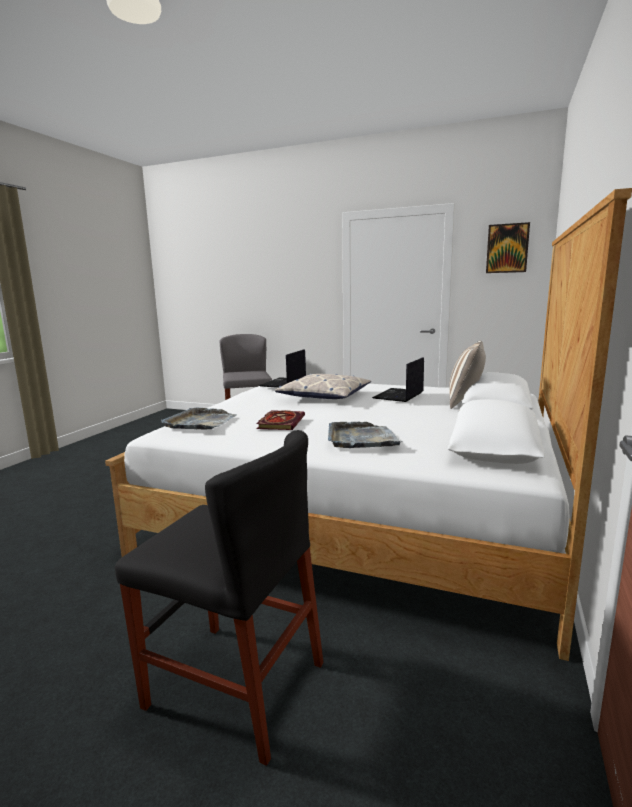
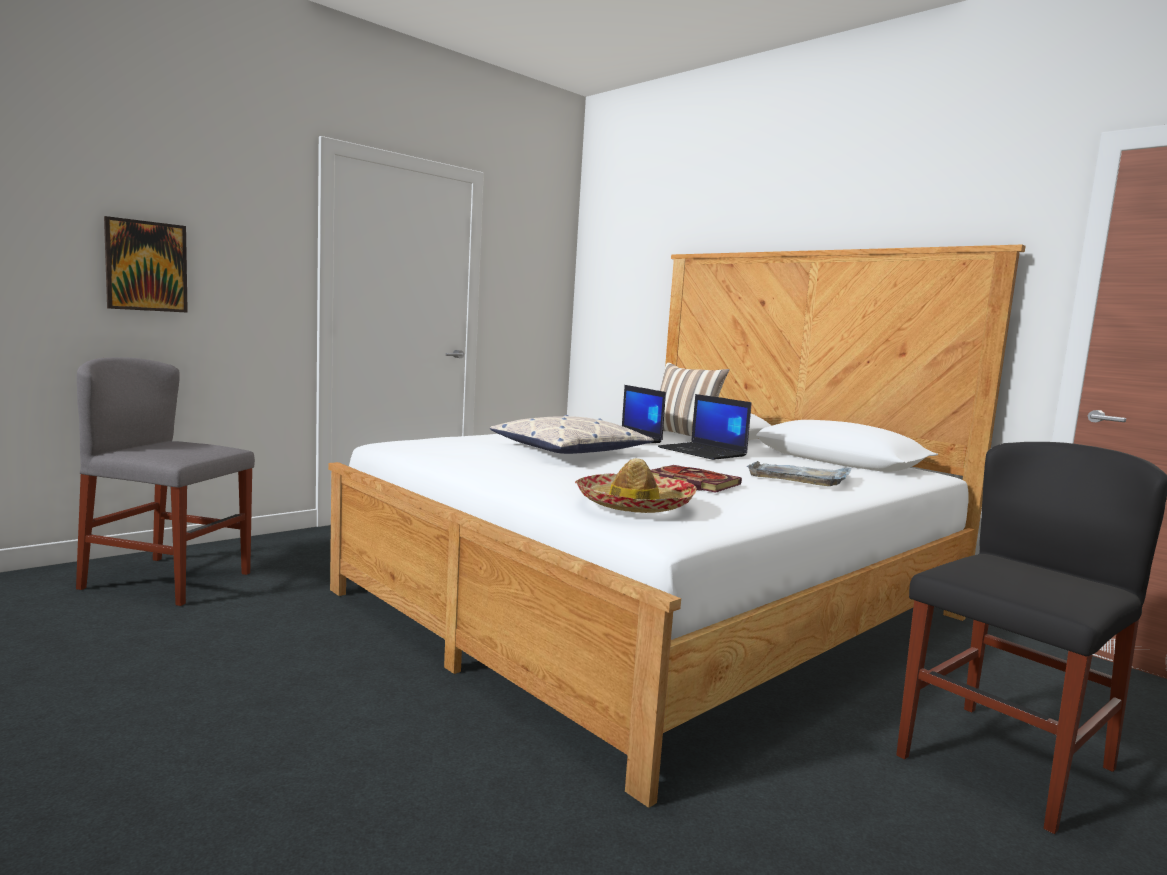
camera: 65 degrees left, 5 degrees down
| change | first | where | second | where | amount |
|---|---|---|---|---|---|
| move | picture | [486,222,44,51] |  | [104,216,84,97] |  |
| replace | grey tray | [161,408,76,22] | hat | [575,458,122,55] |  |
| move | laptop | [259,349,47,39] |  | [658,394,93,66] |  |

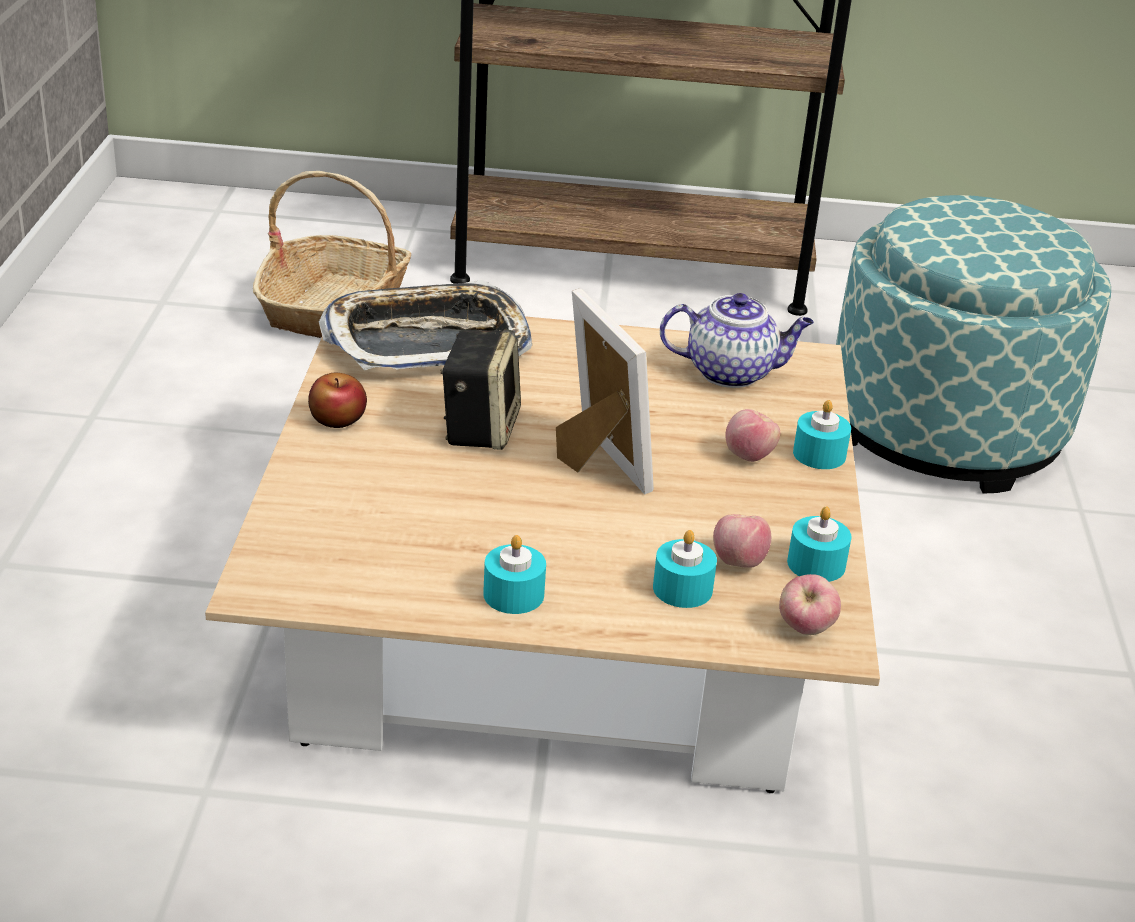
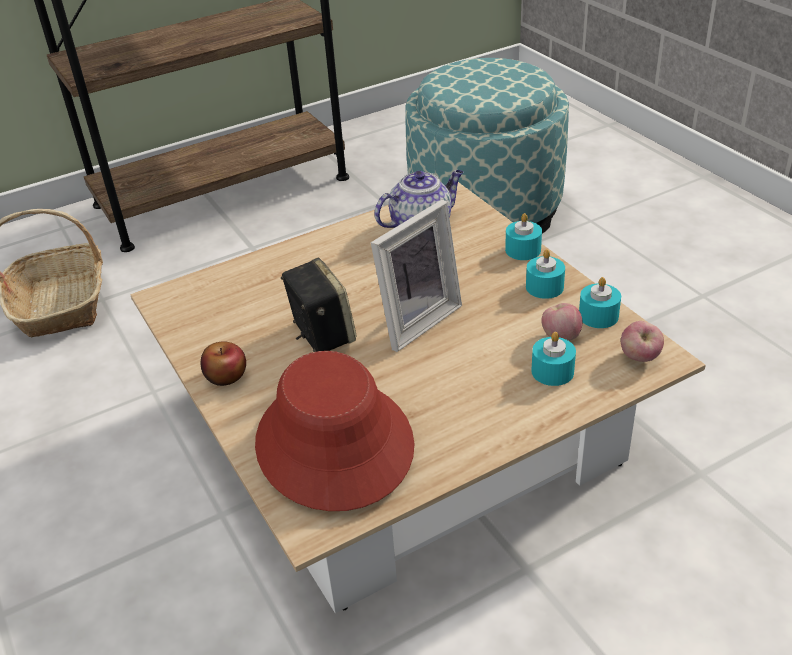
camera: 30 degrees left, 5 degrees up
| change | first | where | second | where | amount |
|---|---|---|---|---|---|
| insert |  |  | red hat | [255,351,159,160] |  |
| rotate | picture frame | [556,289,98,206] |  | [371,200,91,152] | 105 degrees clockwise |
| move | turquoise candle | [483,535,63,79] |  | [526,249,39,50] |  |
| delete | tray | [319,280,213,91] |  |  |  |
| delete | apple | [725,409,55,53] |  |  |  |

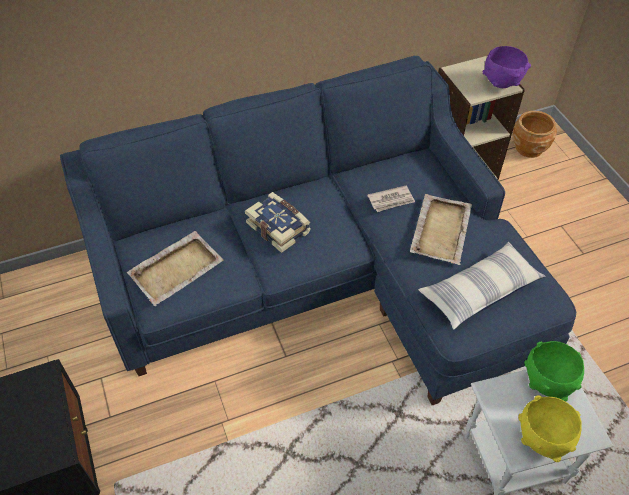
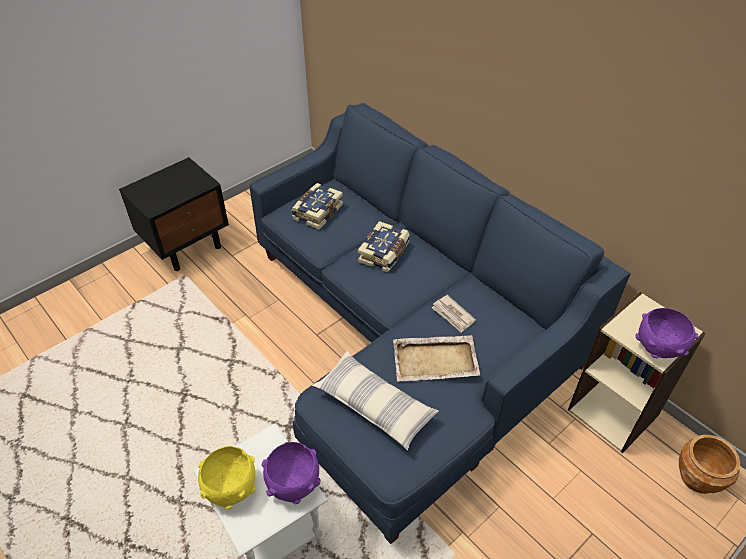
camera: 70 degrees right, 5 degrees down
| change | first | where | second | where | amount |
|---|---|---|---|---|---|
| recolor | green bowl | [524,341,60,61] | purple bowl | [261,442,60,62] |  |
| replace | beige tray | [127,231,96,75] | book | [291,183,52,47] |  |

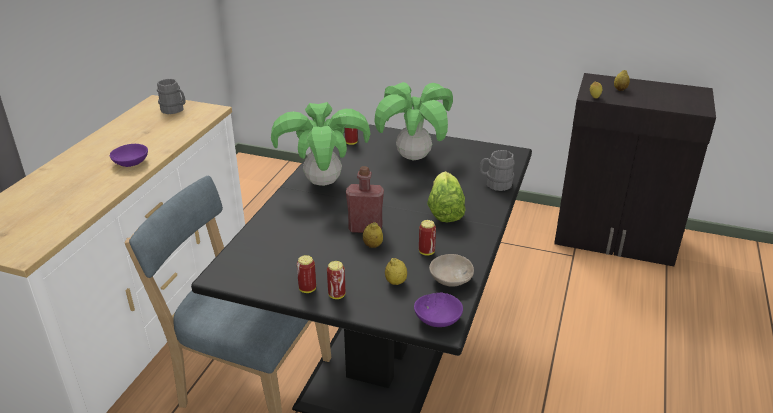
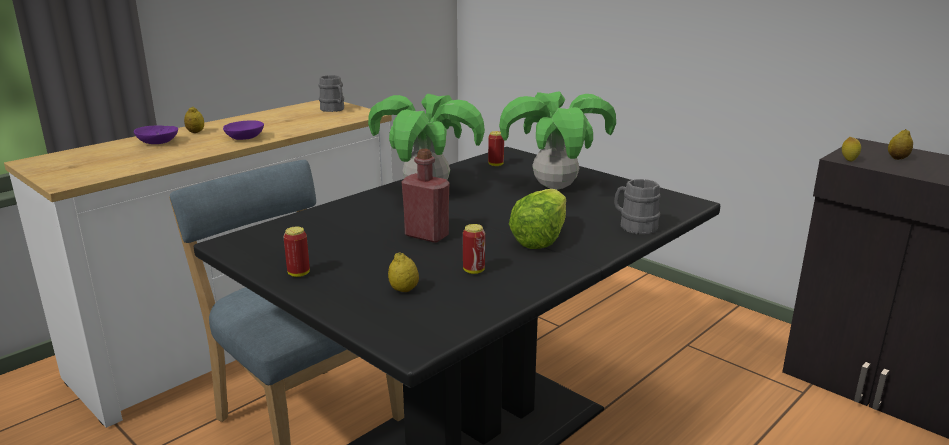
camera: 25 degrees right, 10 degrees down
| change | first | where | second | where | amount |
|---|---|---|---|---|---|
| move | purple bowl | [414,292,49,35] |  | [134,126,44,18] |  |
| move | lemon | [363,222,20,26] |  | [184,107,20,26] |  |
| delete | can | [327,261,18,38] |  |  |  |
| delete | beige bowl | [429,254,45,33] |  |  |  |

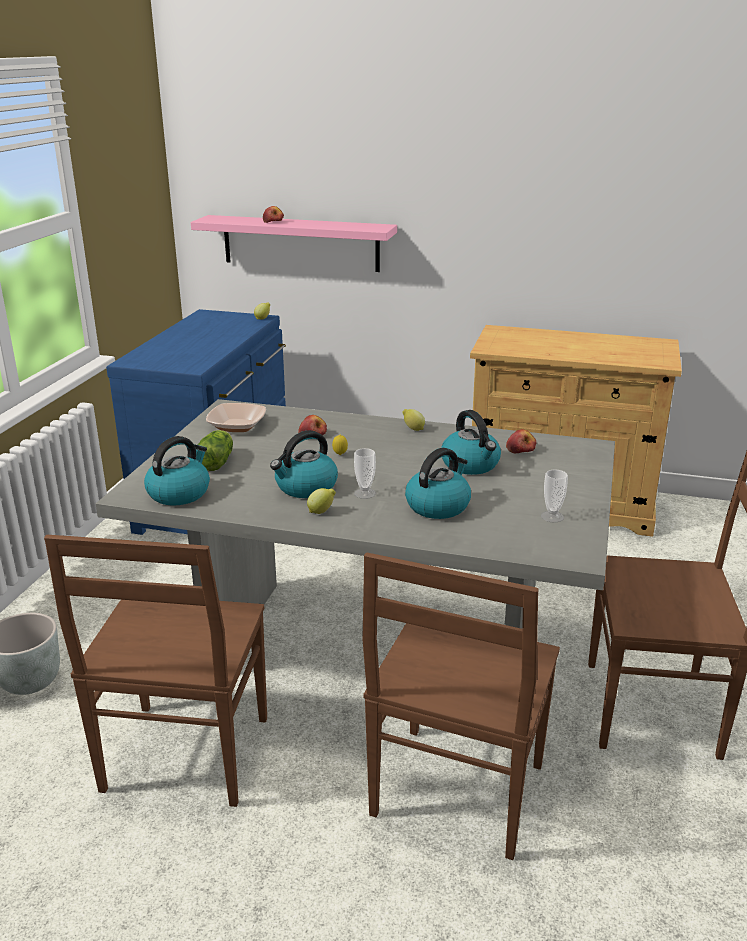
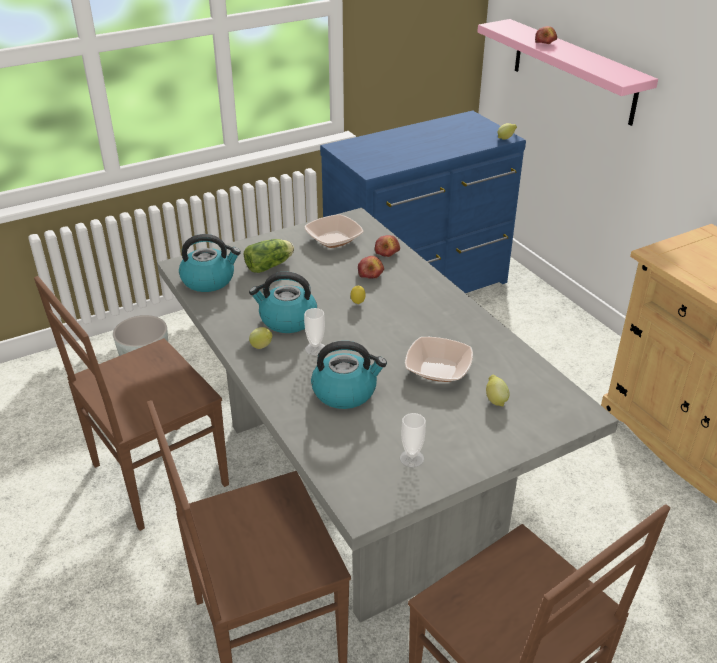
camera: 45 degrees right, 10 degrees up
| change | first | where | second | where | amount |
|---|---|---|---|---|---|
| move | apple | [506,429,30,24] |  | [375,235,25,22] |  |
| replace | kettle | [441,410,60,65] | bowl | [405,337,68,45] |  |
| move | lemon | [402,409,23,22] |  | [486,374,24,32] |  |

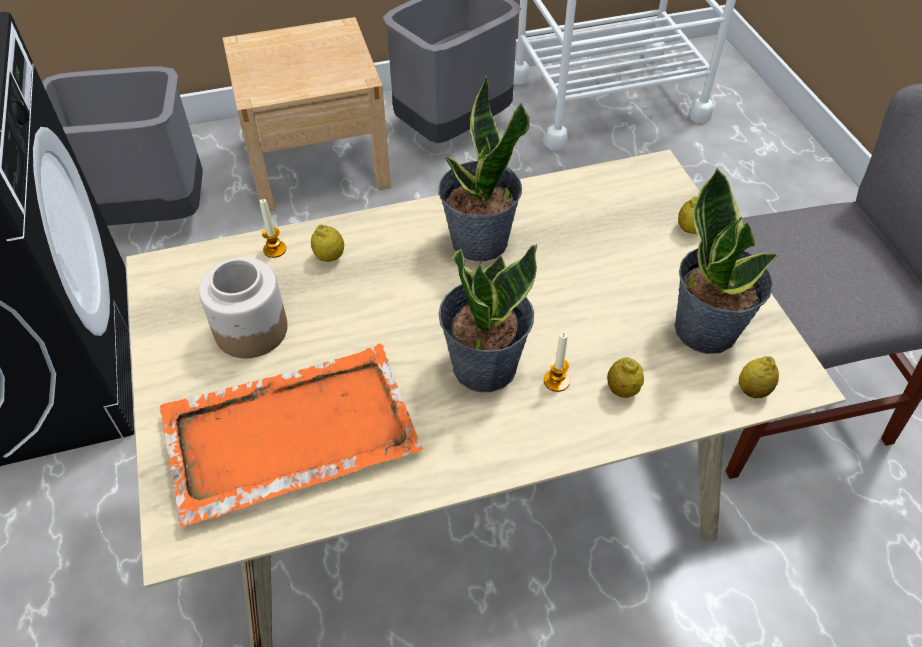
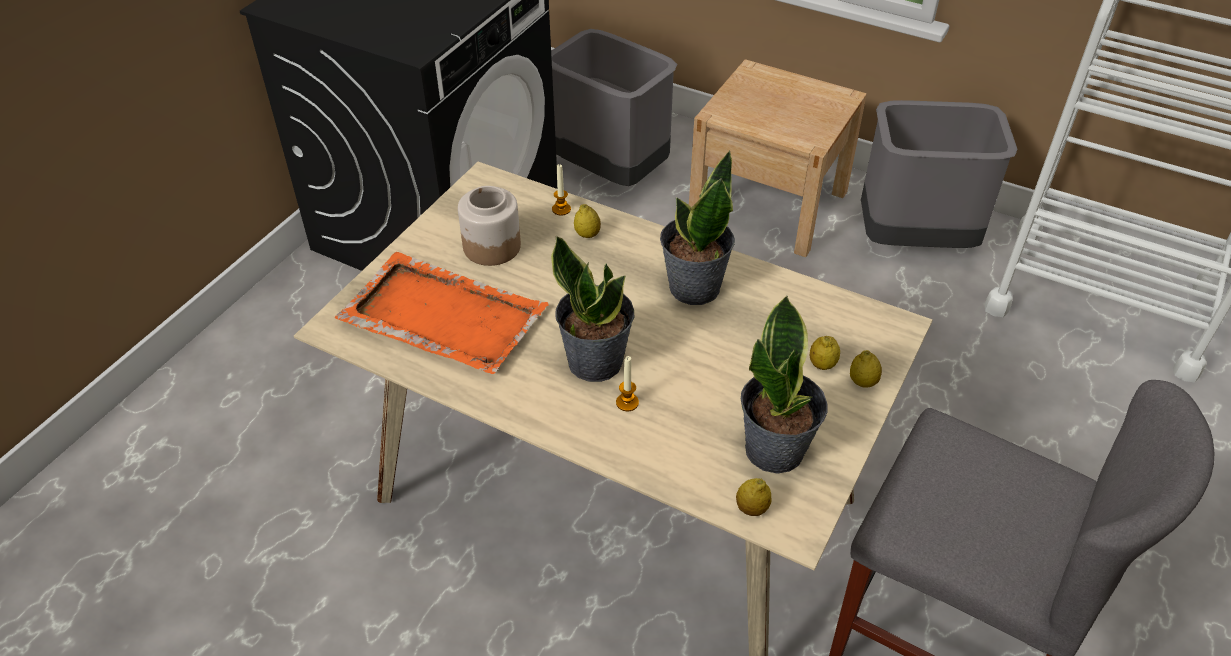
camera: 45 degrees right, 5 degrees down
| change | first | where | second | where | amount |
|---|---|---|---|---|---|
| move | lemon | [607,357,37,41] |  | [809,336,31,34] |  |

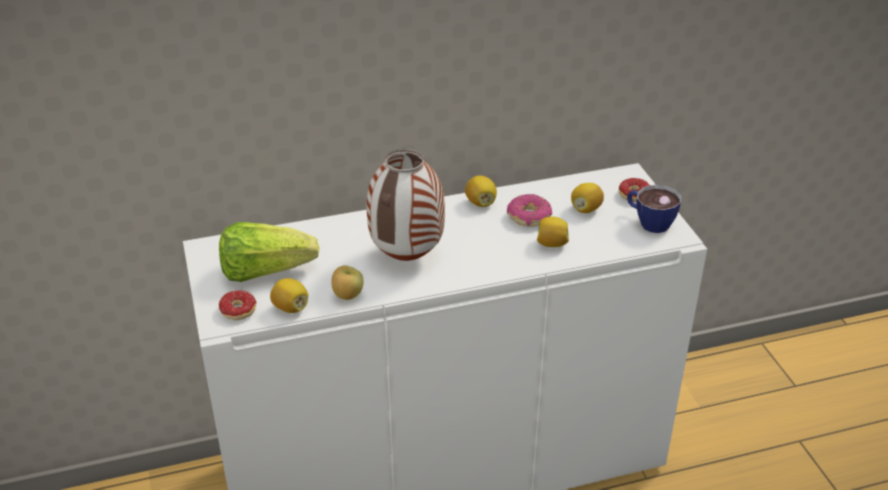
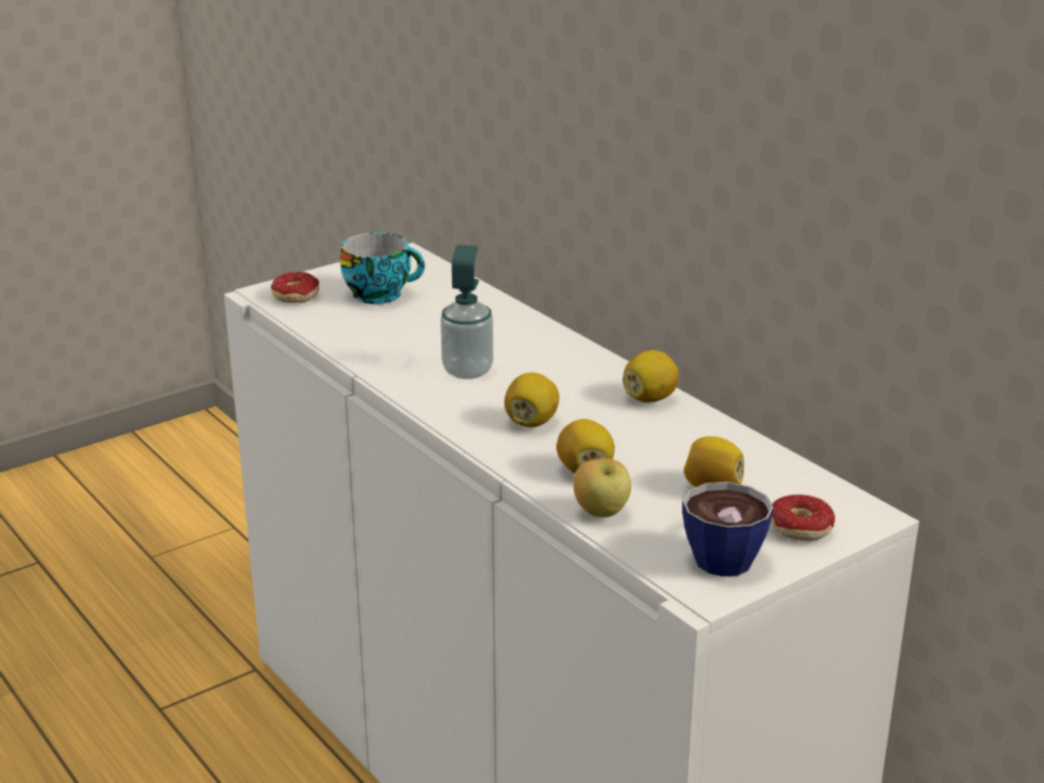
camera: 70 degrees right, 10 degrees down
| change | first | where | second | where | amount |
|---|---|---|---|---|---|
| replace | lettuce | [219,222,100,60] | cup | [340,232,85,72] |  |
| replace | vase | [367,149,78,112] | soap dispenser | [441,245,52,134] |  |
| move | lemon | [270,278,38,35] |  | [505,373,54,54] |  |
| move | apple | [331,266,33,34] |  | [573,458,58,59] |  |
| delete | donut | [507,194,45,33] |  |  |  |

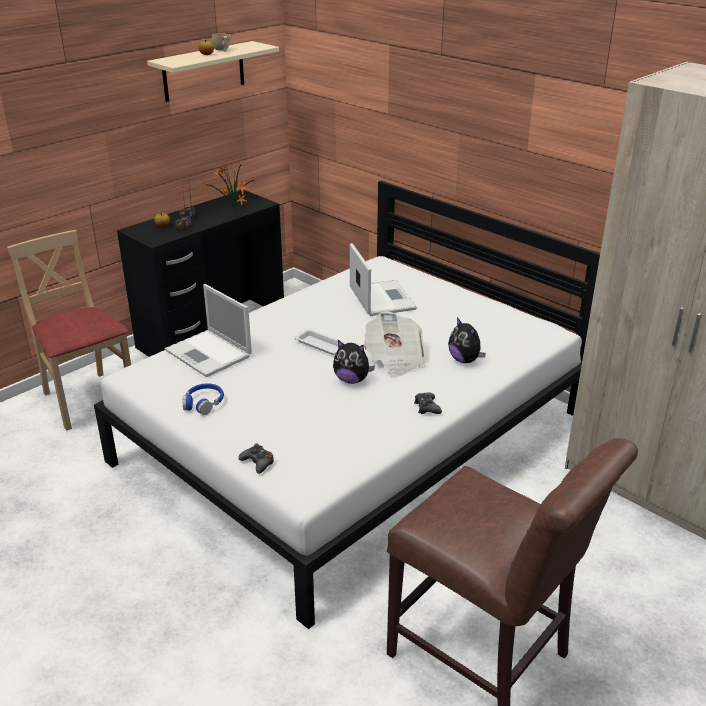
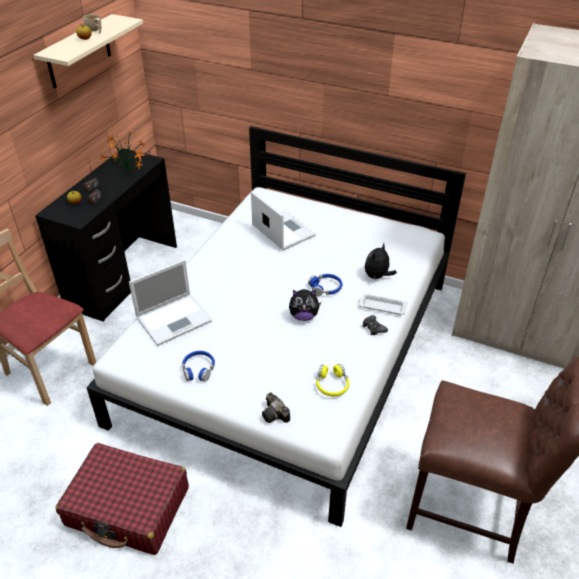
camera: 20 degrees left, 10 degrees up
| change | first | where | second | where | amount |
|---|---|---|---|---|---|
| insert |  |  | red suitcase | [56,443,133,112] |  |
| rotate | laptop | [165,284,87,93] |  | [129,260,83,86] | 60 degrees counterclockwise |
| replace | black game controller | [239,443,35,31] | photo camera | [262,392,28,31] |  |
| replace | newspaper | [364,311,61,67] | blue headphones | [308,274,34,22] |  |
| insert |  |  | yellow headphones | [316,364,34,33] |  |
| move | white tray | [294,329,52,26] |  | [359,293,48,22] |  |
| rotate | plush toy | [448,317,38,46] |  | [365,243,32,38] | 90 degrees clockwise |

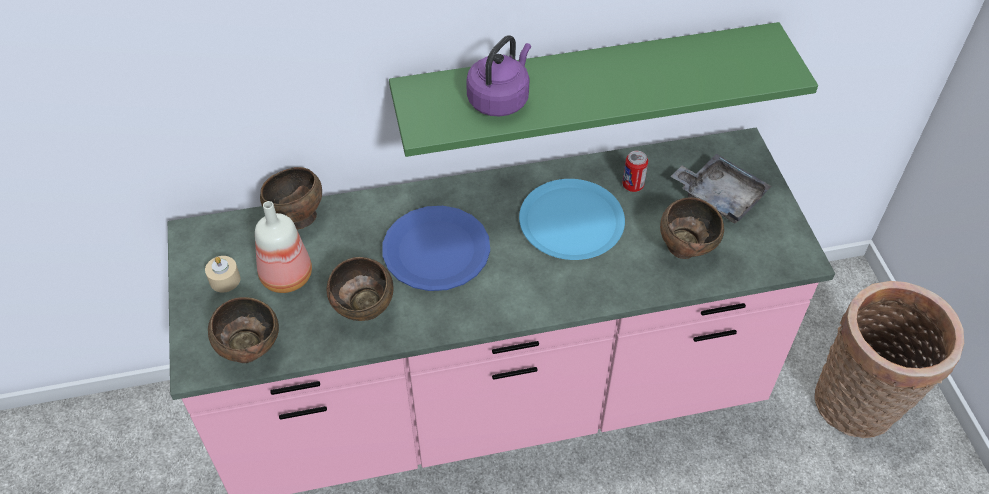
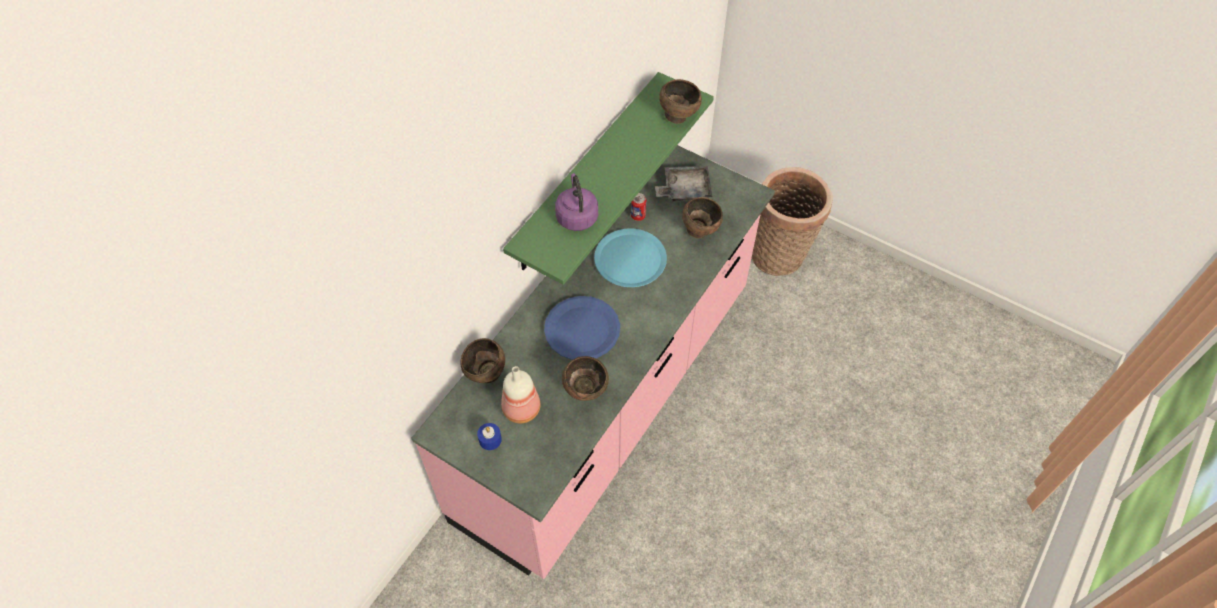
camera: 45 degrees left, 5 degrees up
| change | first | where | second | where | amount |
|---|---|---|---|---|---|
| recolor | beige candle | [205,256,35,37] | blue candle | [477,423,25,27] |  |
| move | brown bowl | [208,297,71,66] |  | [659,79,43,45] |  |

